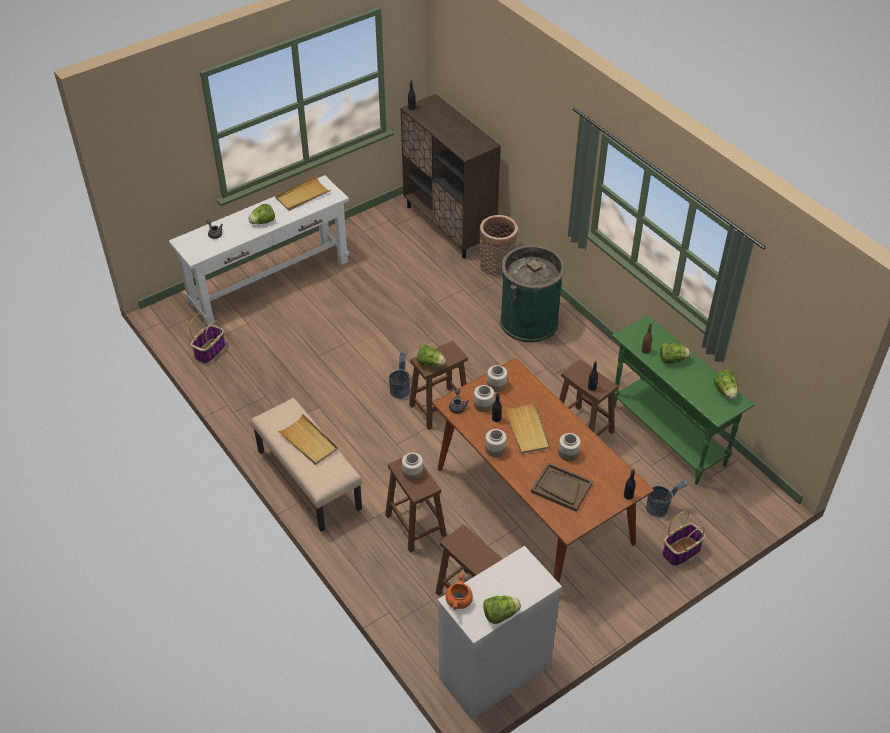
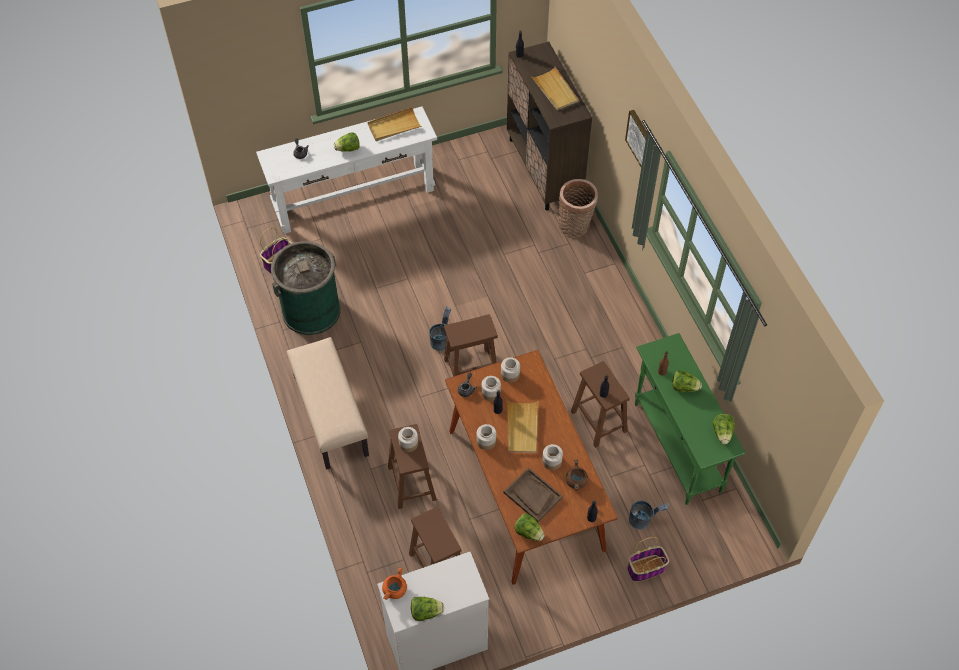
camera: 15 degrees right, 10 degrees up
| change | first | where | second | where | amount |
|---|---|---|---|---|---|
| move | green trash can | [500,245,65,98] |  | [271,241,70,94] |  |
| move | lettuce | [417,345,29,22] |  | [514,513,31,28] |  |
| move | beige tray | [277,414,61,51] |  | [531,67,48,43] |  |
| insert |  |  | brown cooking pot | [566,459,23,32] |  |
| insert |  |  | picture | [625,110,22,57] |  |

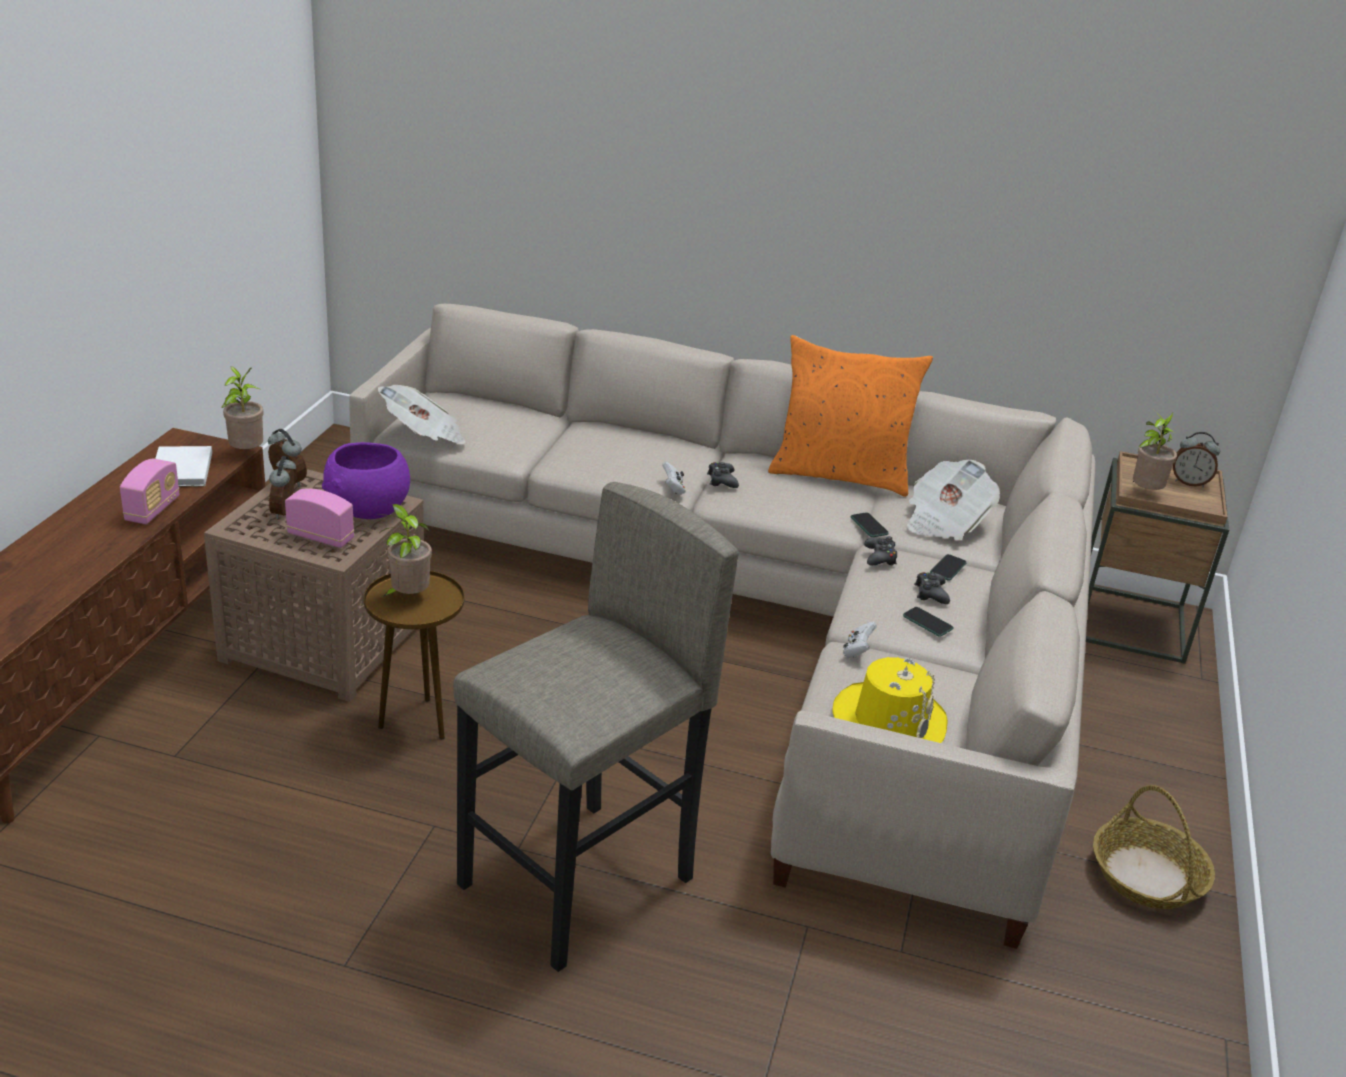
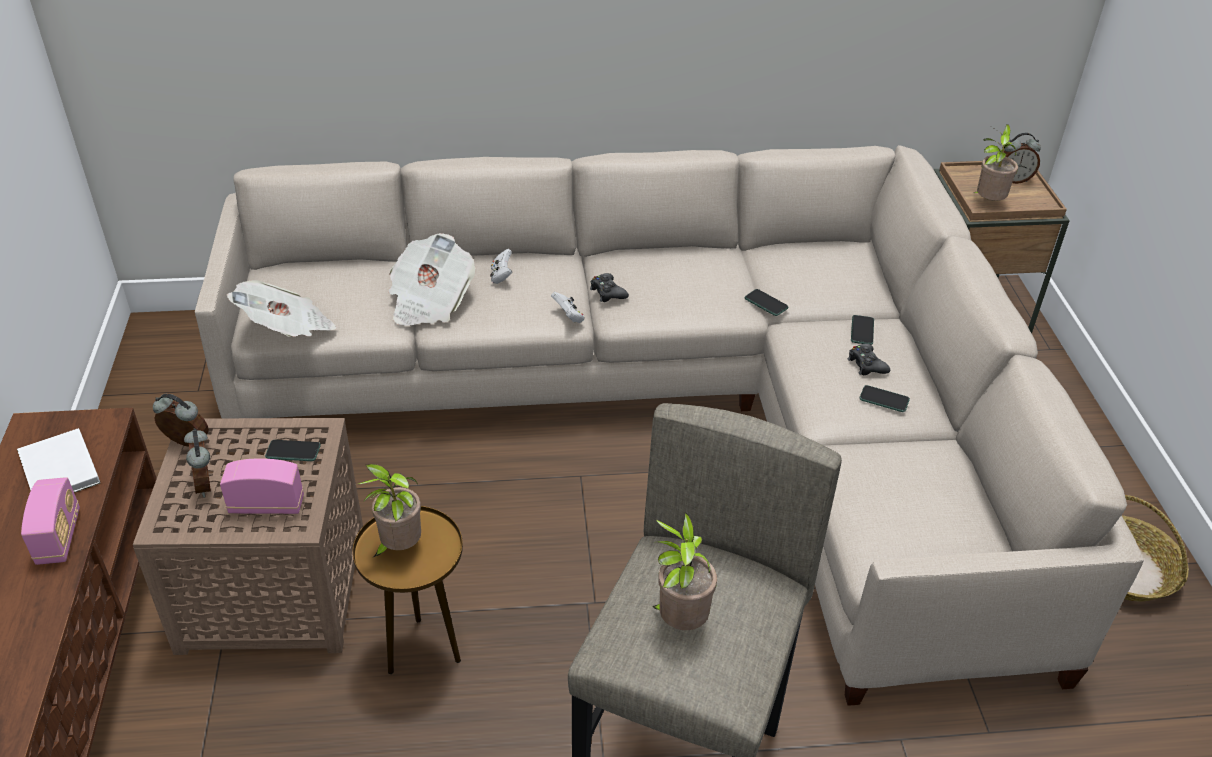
camera: 20 degrees left, 10 degrees up
| change | first | where | second | where | amount |
|---|---|---|---|---|---|
| replace | purple bowl | [322,442,88,77] | phone | [265,440,56,21] |  |
| move | newspaper | [907,460,93,80] |  | [389,233,86,93] |  |
| move | white game controller | [843,622,34,36] |  | [490,249,22,35] |  |
| move | potted plant | [222,366,42,83] |  | [652,512,65,118] |  |
| delete | orange pillow | [768,335,165,162] |  |  |  |
| delete | yellow hat | [832,657,116,86] |  |  |  |
| delete | black game controller | [864,536,33,29] |  |  |  |

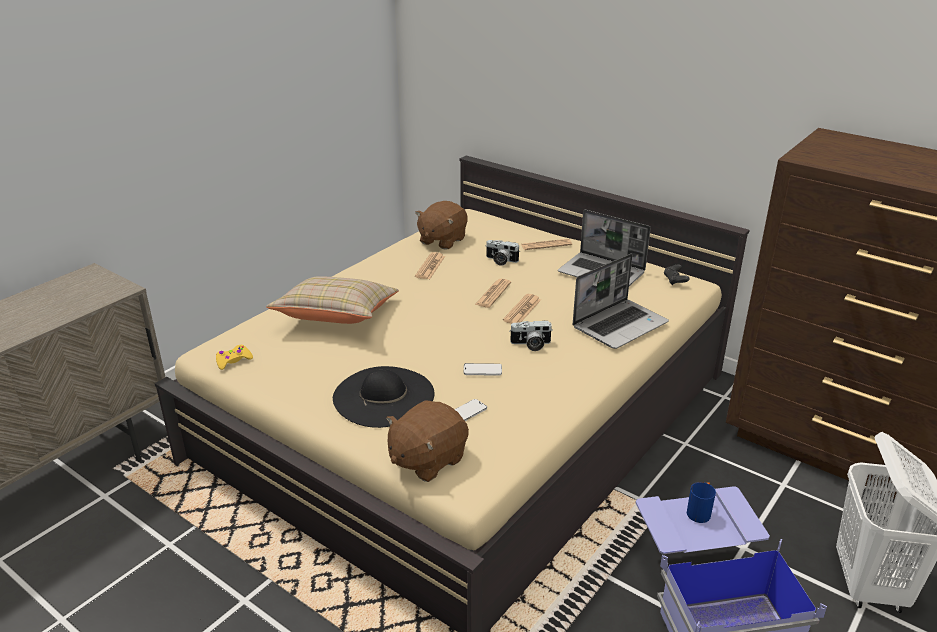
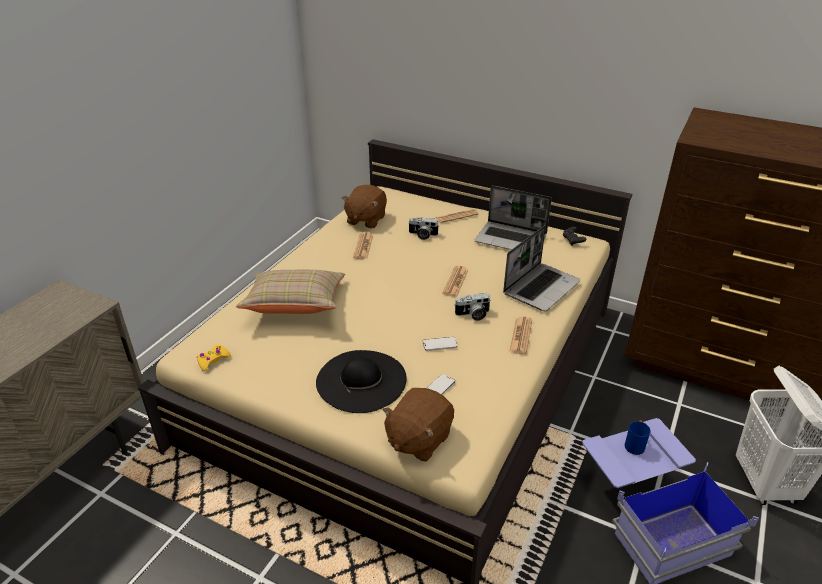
camera: 10 degrees left, 5 degrees up
| change | first | where | second | where | amount |
|---|---|---|---|---|---|
| move | newspaper | [475,279,36,29] |  | [509,317,23,37] |  |

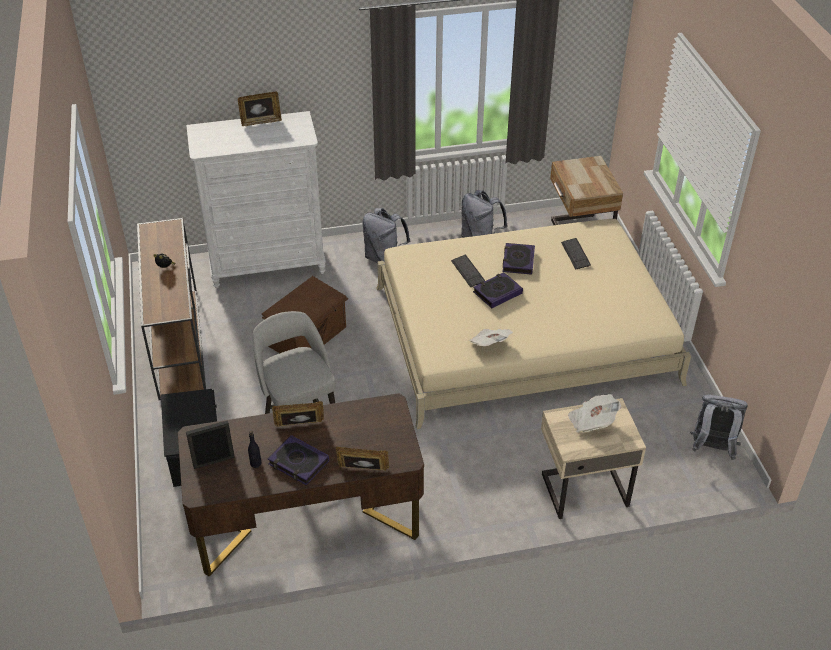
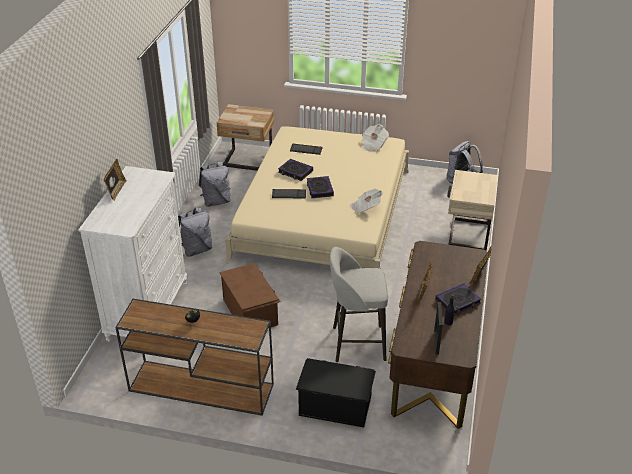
camera: 65 degrees left, 5 degrees down
| change | first | where | second | where | amount |
|---|---|---|---|---|---|
| move | newspaper | [568,394,53,39] |  | [362,124,27,27] |  |

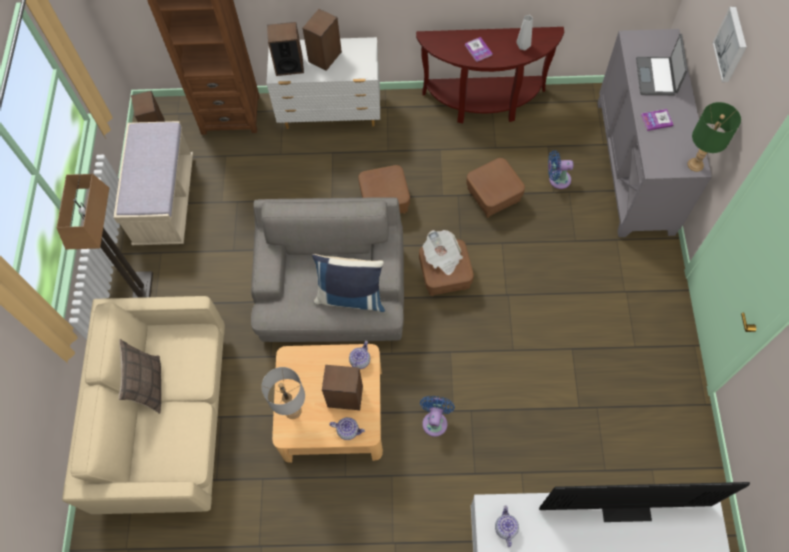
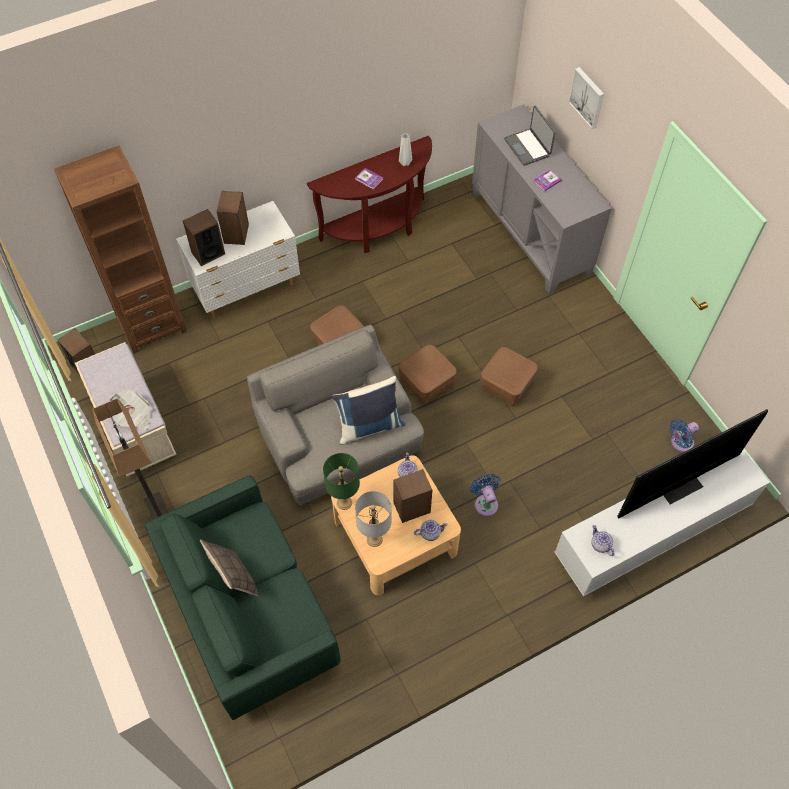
camera: 30 degrees left, 5 degrees down
| change | first | where | second | where | amount |
|---|---|---|---|---|---|
| move | newspaper | [423,230,40,45] |  | [109,389,44,41] |  |
| recolor | beige sofa | [62,296,163,218] | green sofa | [144,475,197,245] |  |
| move | green table lamp | [688,102,53,70] |  | [323,453,37,57] |  |
| move | brown ottoman | [466,158,59,60] |  | [480,347,58,59] |  |
| move | blue fan | [548,150,25,39] |  | [669,419,30,33] |  |

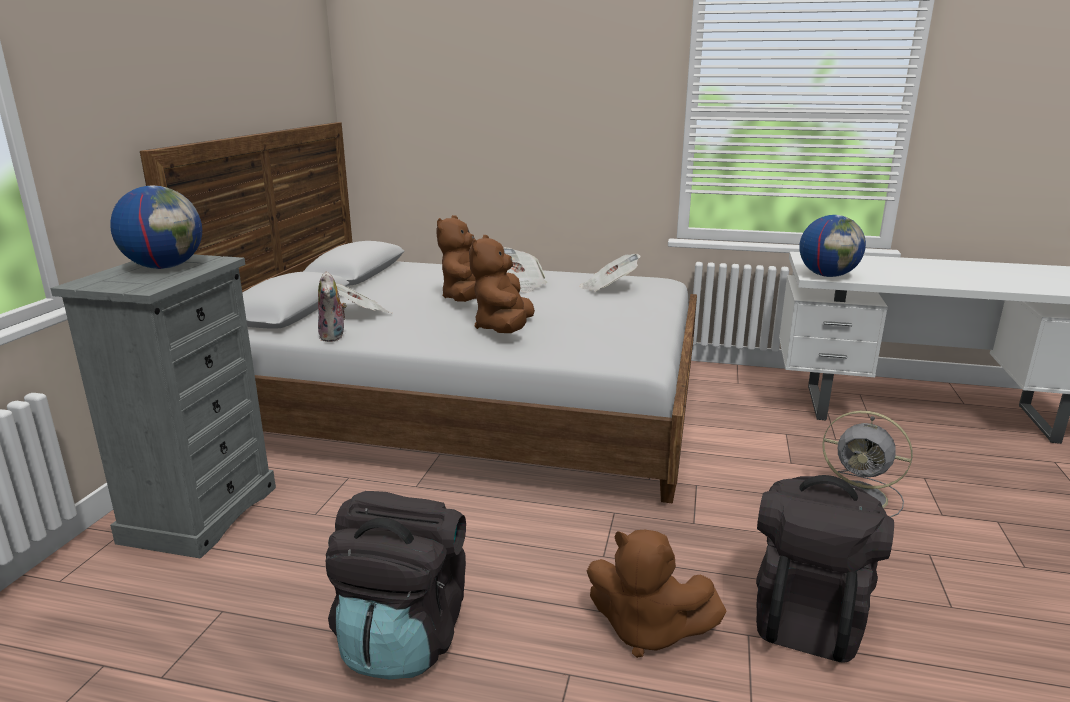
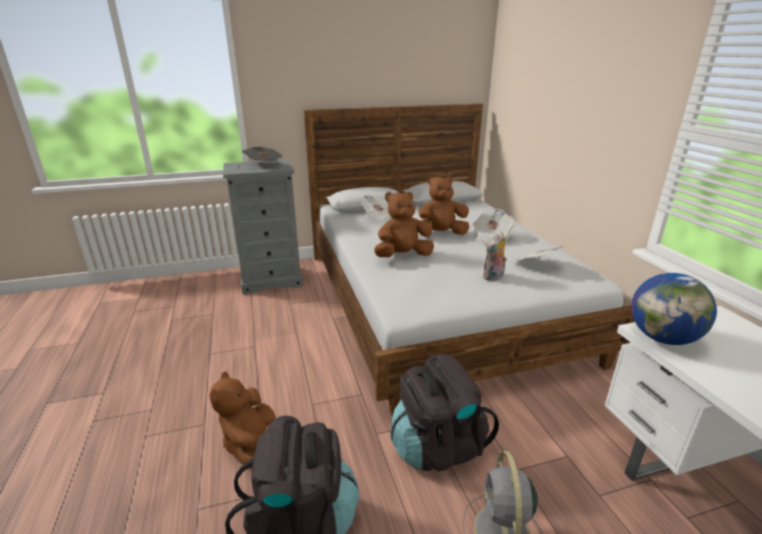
camera: 60 degrees right, 5 degrees up
| change | first | where | second | where | amount |
|---|---|---|---|---|---|
| replace | globe | [110,186,92,83] | newspaper | [242,147,40,14] |  |
| move | black backpack | [326,491,140,188] |  | [391,354,108,117] |  |
| move | plush toy | [318,271,29,71] |  | [482,232,25,49] |  |

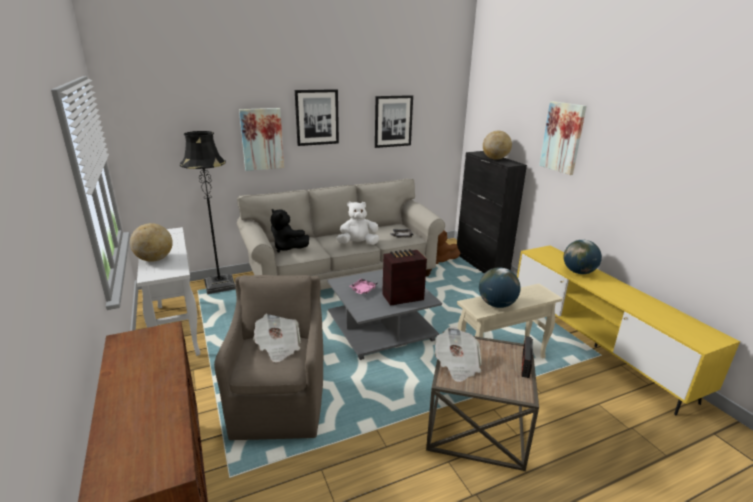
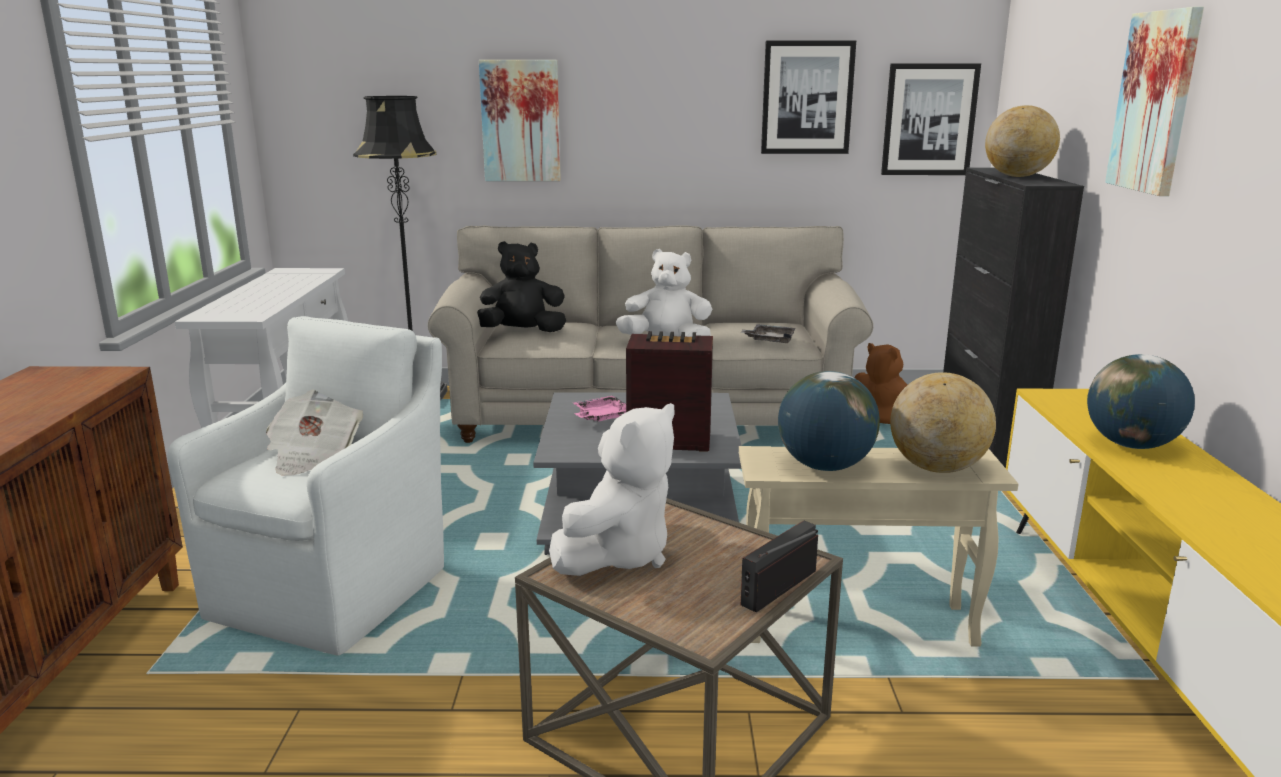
camera: 25 degrees right, 5 degrees down
| change | first | where | second | where | amount |
|---|---|---|---|---|---|
| recolor | brown armchair | [214,275,109,165] | white armchair | [167,316,277,340] |  |
| rotate | black plush toy | [271,209,38,44] |  | [477,241,89,91] | 105 degrees clockwise |
| replace | newspaper | [434,327,48,55] | white plush toy | [549,403,125,173] |  |
| move | picture | [295,89,44,57] |  | [881,63,100,112] |  |
| move | globe | [130,223,43,39] |  | [890,372,106,101] |  |

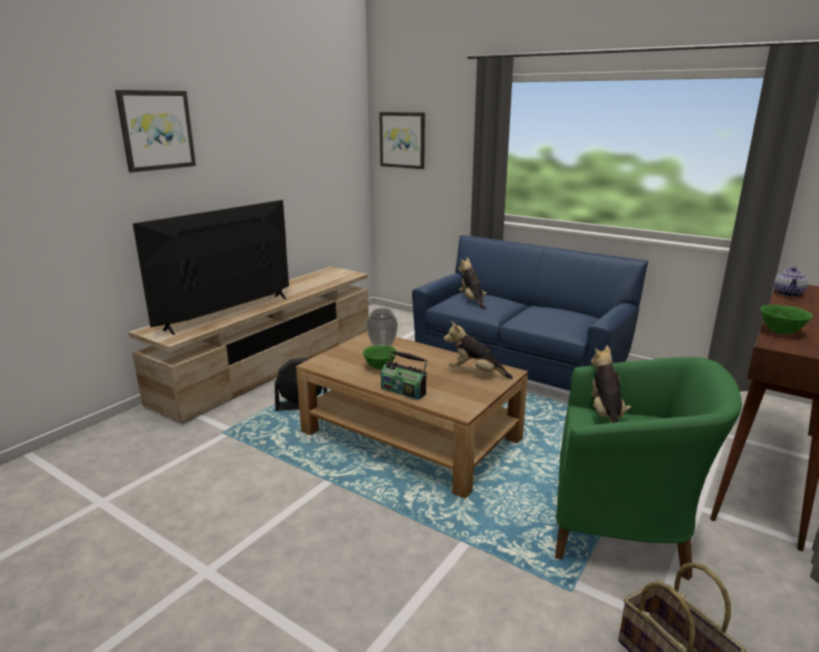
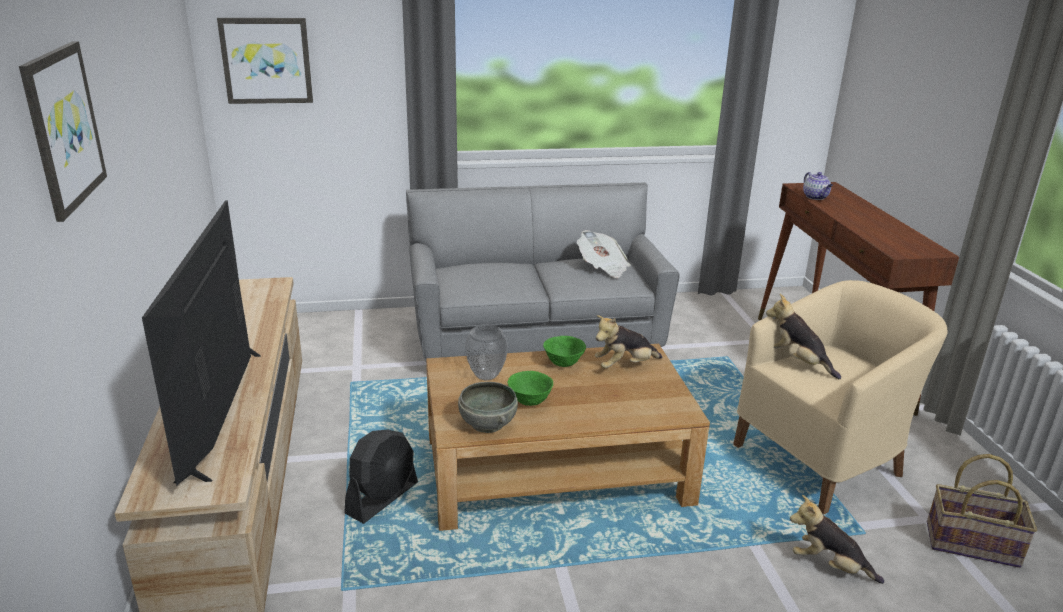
camera: 45 degrees left, 5 degrees up
| change | first | where | second | where | amount |
|---|---|---|---|---|---|
| recolor | blue sofa | [412,235,236,156] | grey sofa | [406,183,274,178] |  |
| insert |  |  | grey bowl | [458,382,60,51] |  |
| move | green bowl | [761,305,52,29] |  | [543,336,43,31] |  |
| insert |  |  | newspaper | [577,230,53,48] |  |
| recolor | green armchair | [555,357,187,223] | beige armchair | [733,280,215,234] |  |
| move | plush toy | [458,258,29,51] |  | [790,495,94,89] |  |
| delete | radio | [381,350,47,50] |  |  |  |

